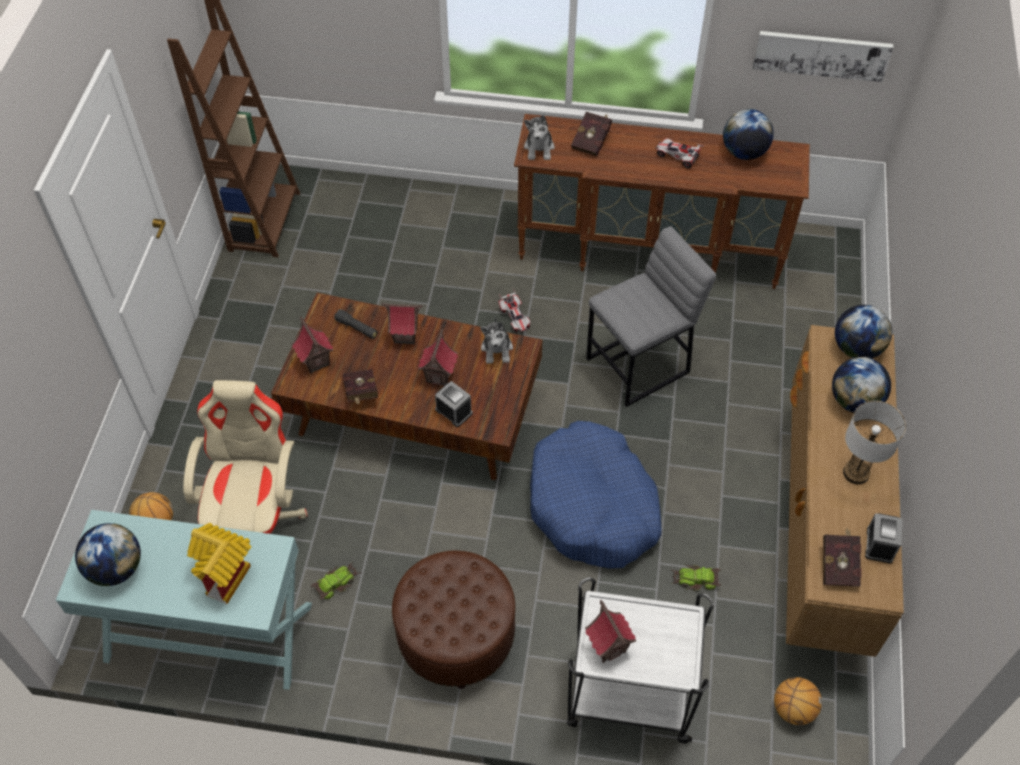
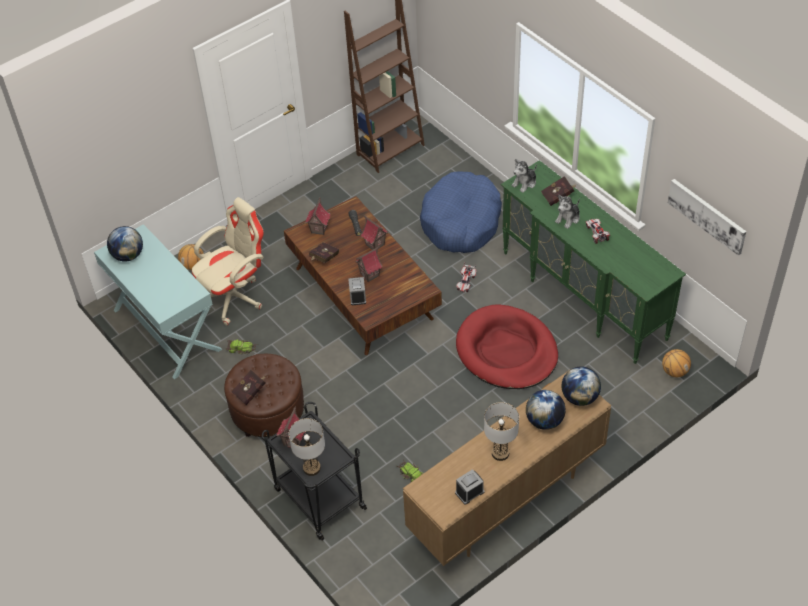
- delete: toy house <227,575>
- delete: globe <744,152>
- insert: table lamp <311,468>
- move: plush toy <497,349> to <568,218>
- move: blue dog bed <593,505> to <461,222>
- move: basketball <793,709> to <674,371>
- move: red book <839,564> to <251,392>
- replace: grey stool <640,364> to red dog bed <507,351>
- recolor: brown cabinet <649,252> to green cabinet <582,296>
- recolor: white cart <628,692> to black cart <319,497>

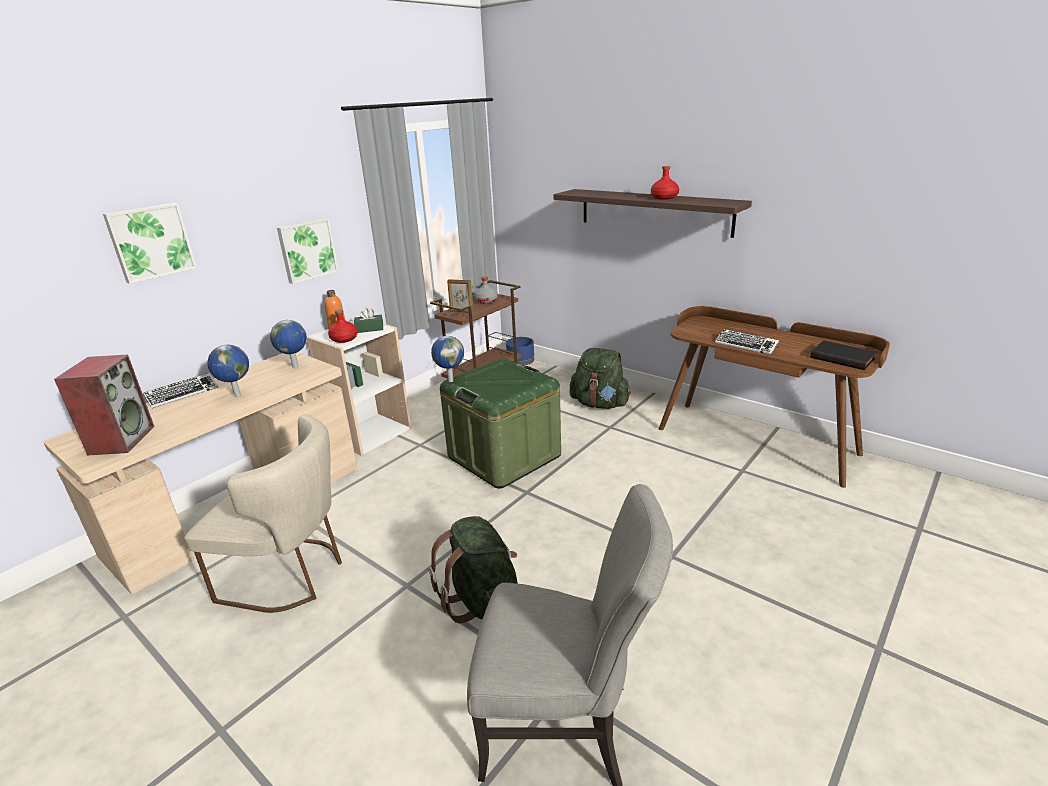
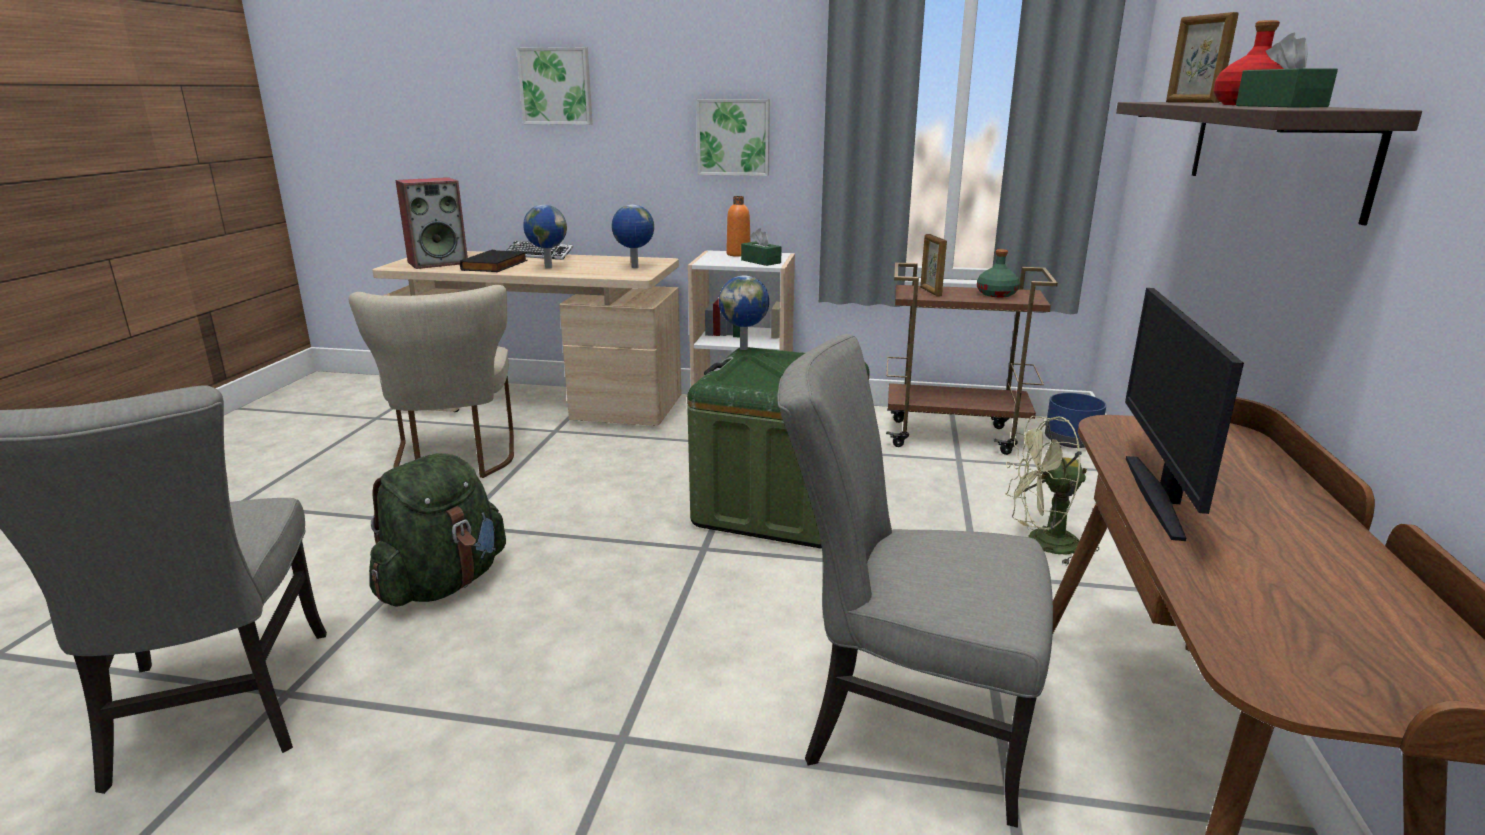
- delete: red bottle <344,339>
- insert: grey chair <901,725>
- insert: picture frame <1191,102>
- insert: green tissue box <1280,106>
- move: black book <843,358> to <496,265>
- replace: green backpack <600,404> to green fan <1042,544>
- replace: keyboard <745,345> to monitor <1159,496>
- recolor: grey bottle <486,301> to green bottle <997,294>

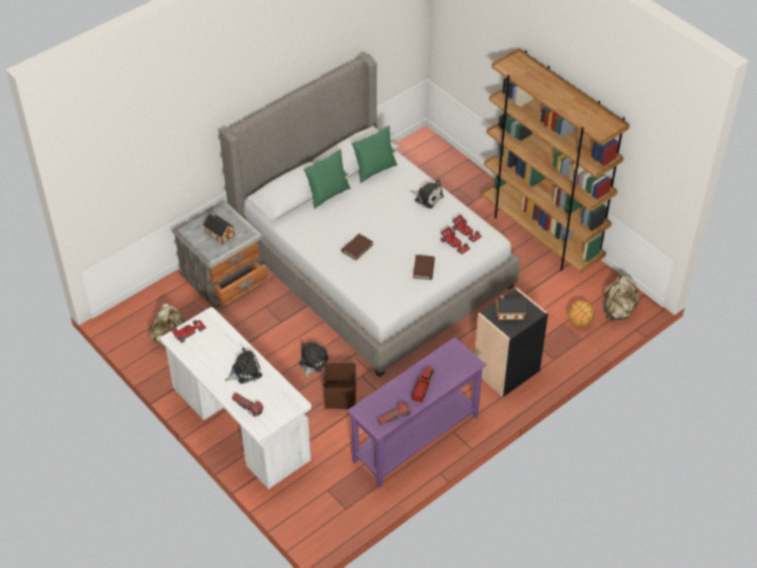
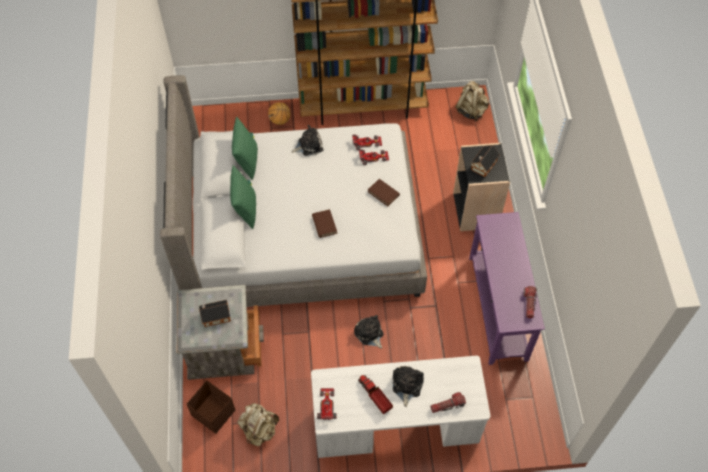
- move: brown storage box <340,396> to <213,413>
- move: toy truck <422,388> to <375,396>
- move: basketball <579,321> to <280,120>

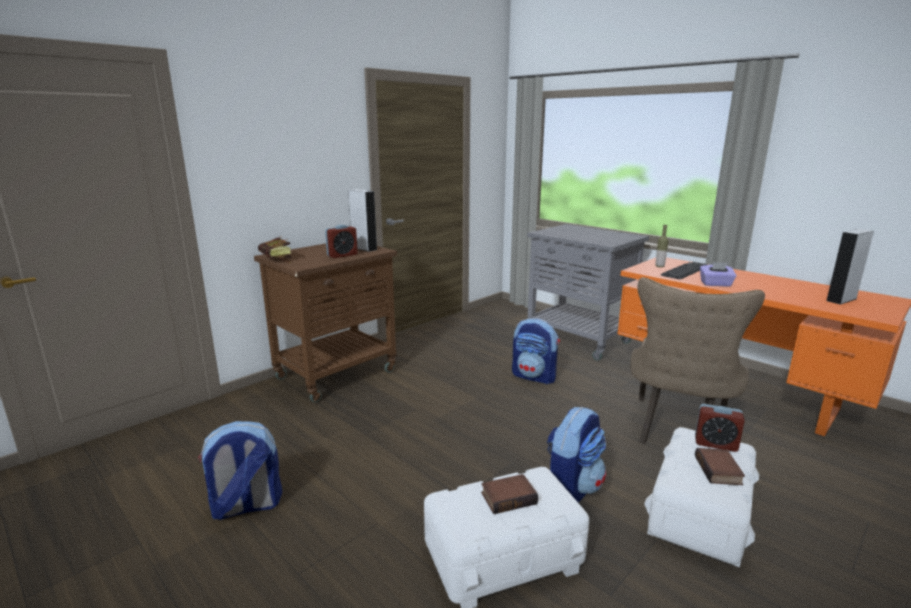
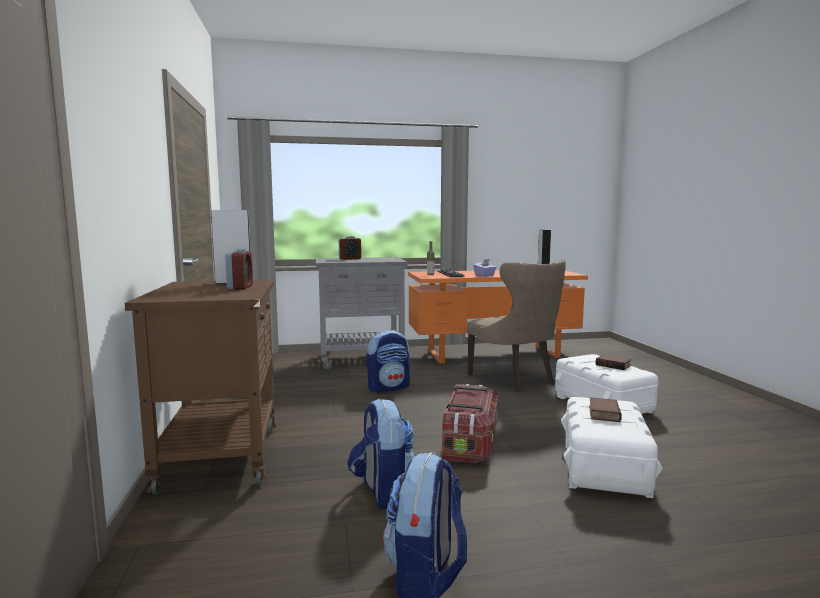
- delete: book <277,260>
- insert: storage box <470,442>
- move: backpack <571,488> to <383,492>
- move: alarm clock <715,444> to <350,259>

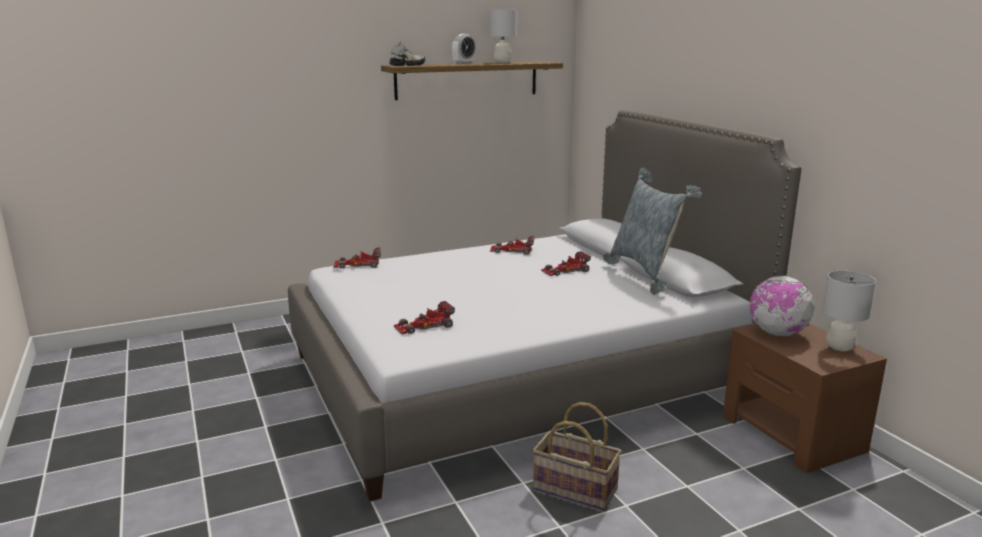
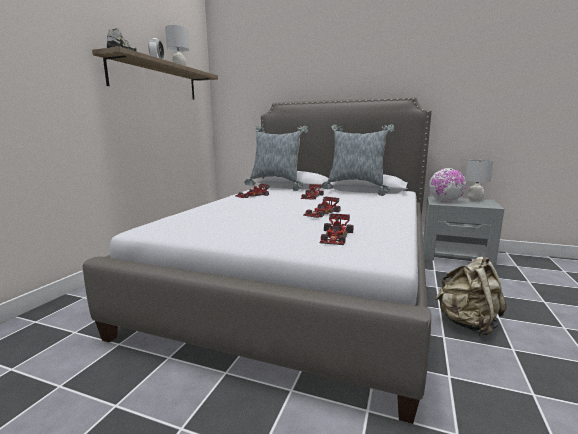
- insert: pillow <277,188>
- move: toy car <358,264> to <322,213>
- replace: basket <574,489> to beige backpack <467,324>
- recolor: brown nightstand <793,434> to grey nightstand <456,255>

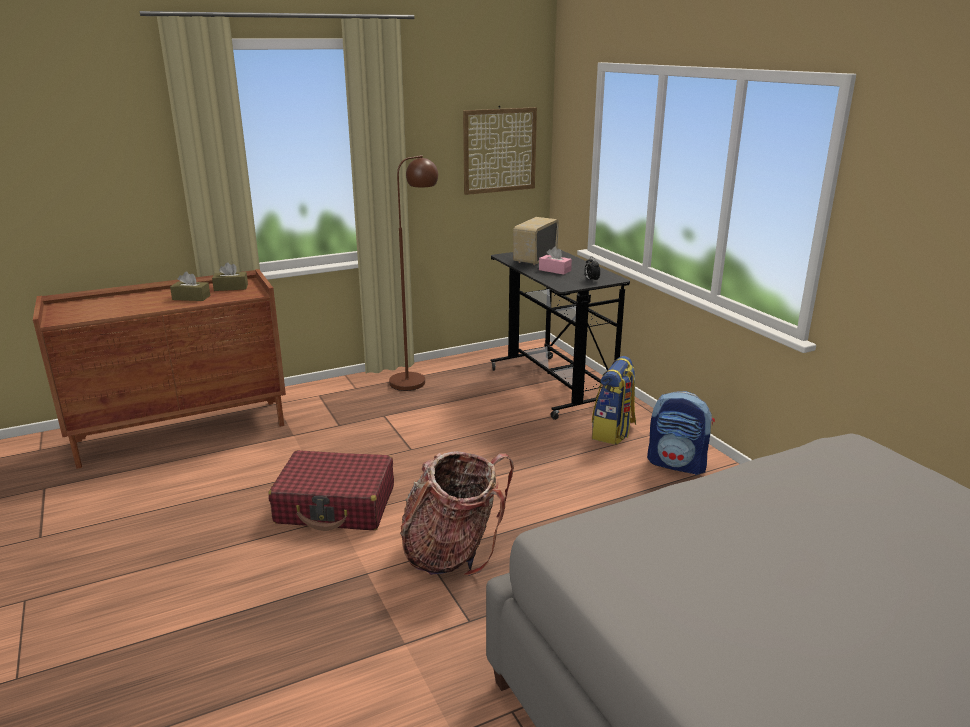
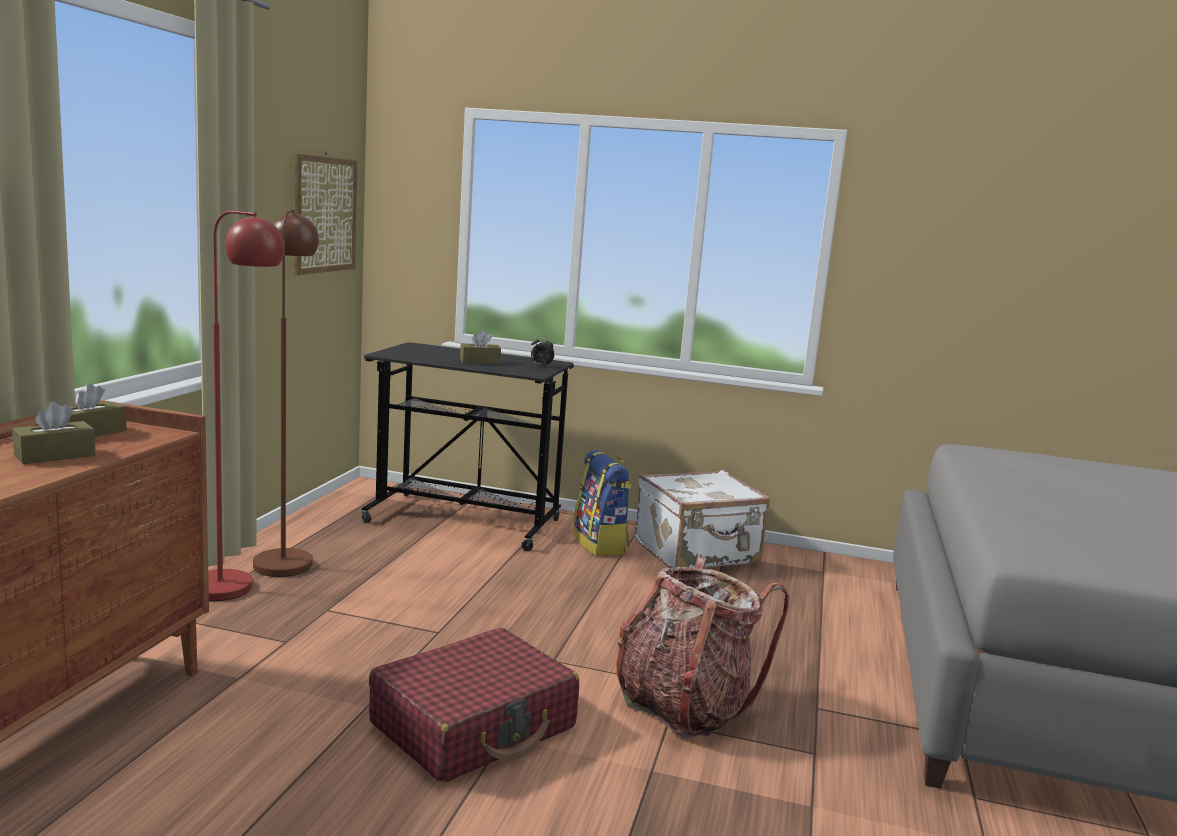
- delete: radio <534,259>
- insert: red floor lamp <234,593>
- replace: backpack <677,464> to white suitcase <698,553>
- recolor: pink tissue box <554,270> to brown tissue box <480,362>

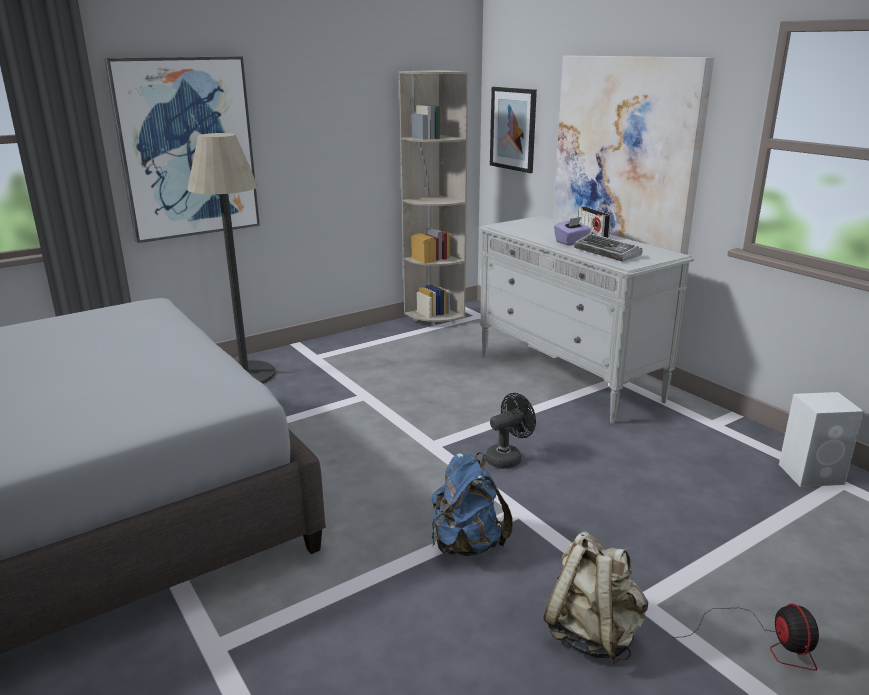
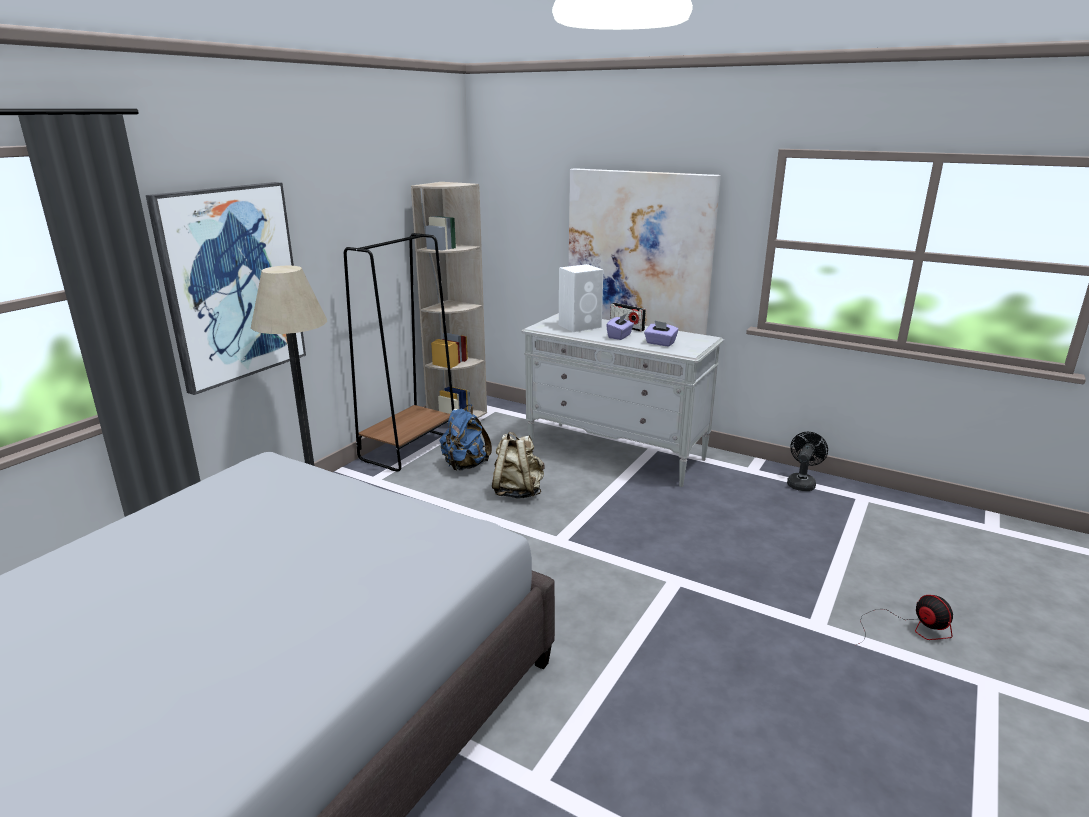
- delete: picture <513,129>
- insert: clothes rack <409,449>
- move: blue backpack <466,544> to <465,465>
- move: black fan <508,457> to <802,483>
- move: beige backpack <592,634> to <517,491>
- move: white speaker <812,474> to <580,326>
- replace: keyboard <607,253> to purple tissue box <660,343>

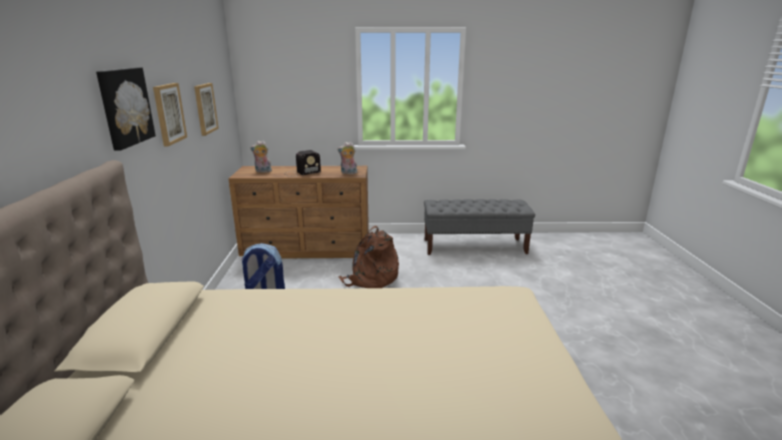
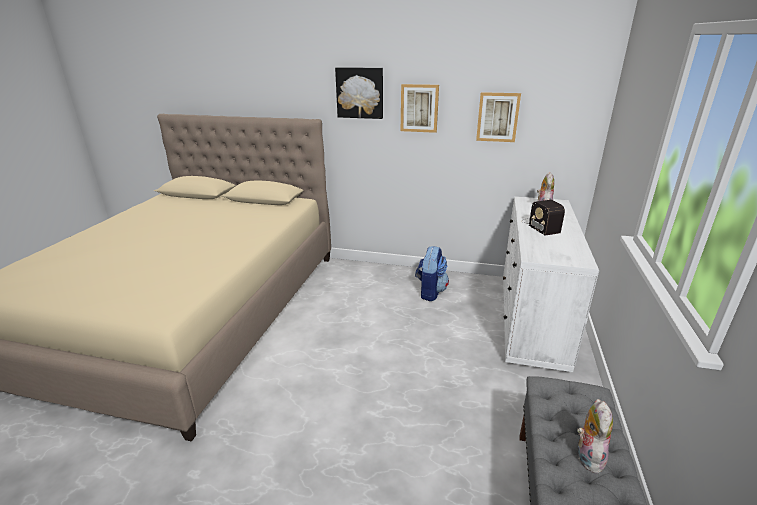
- delete: brown backpack <371,279>
- move: plush toy <348,173> to <587,455>
- recolor: brown dresser <308,249> to white dresser <531,319>

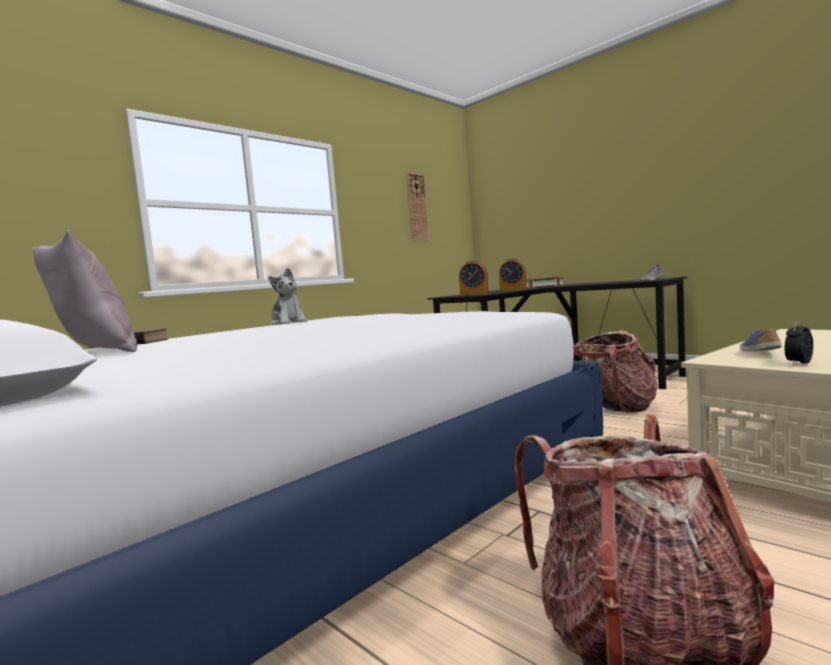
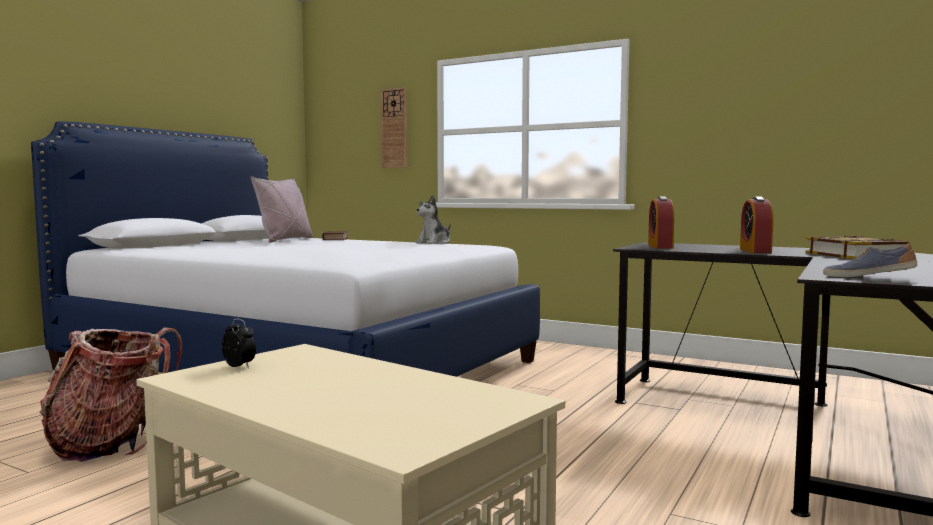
- delete: backpack <614,408>
- delete: shoe <760,353>
- move: wall clock <417,207> to <394,128>

